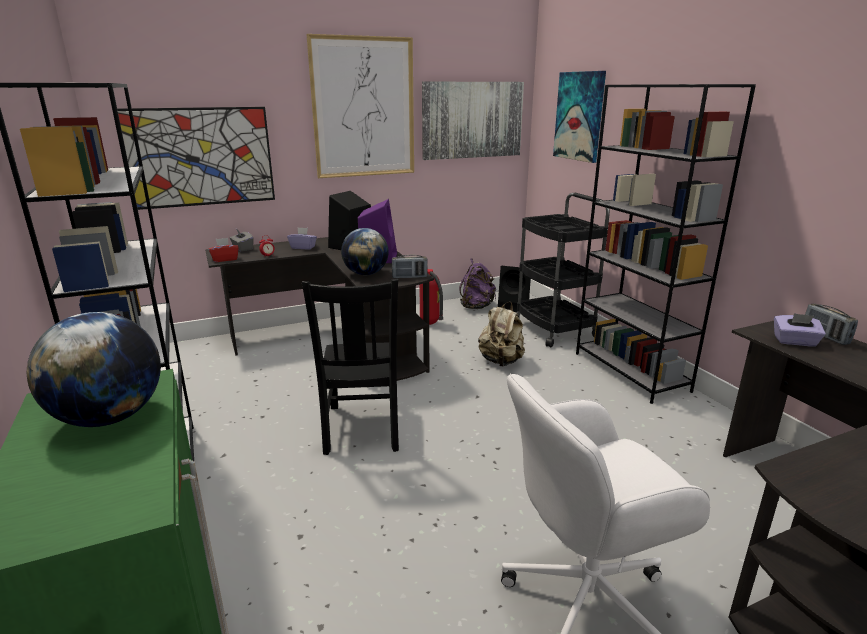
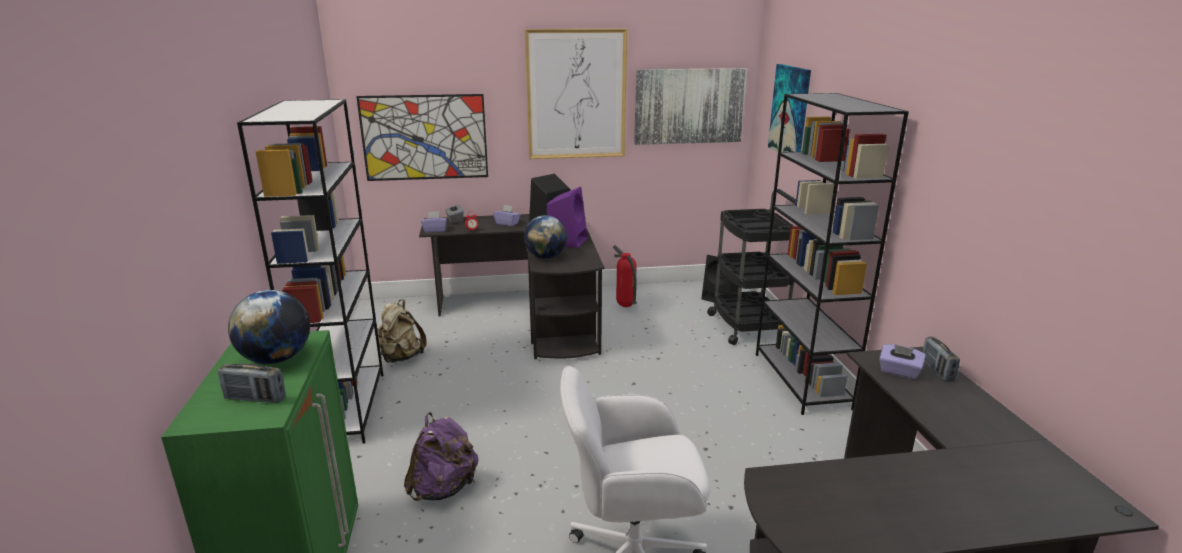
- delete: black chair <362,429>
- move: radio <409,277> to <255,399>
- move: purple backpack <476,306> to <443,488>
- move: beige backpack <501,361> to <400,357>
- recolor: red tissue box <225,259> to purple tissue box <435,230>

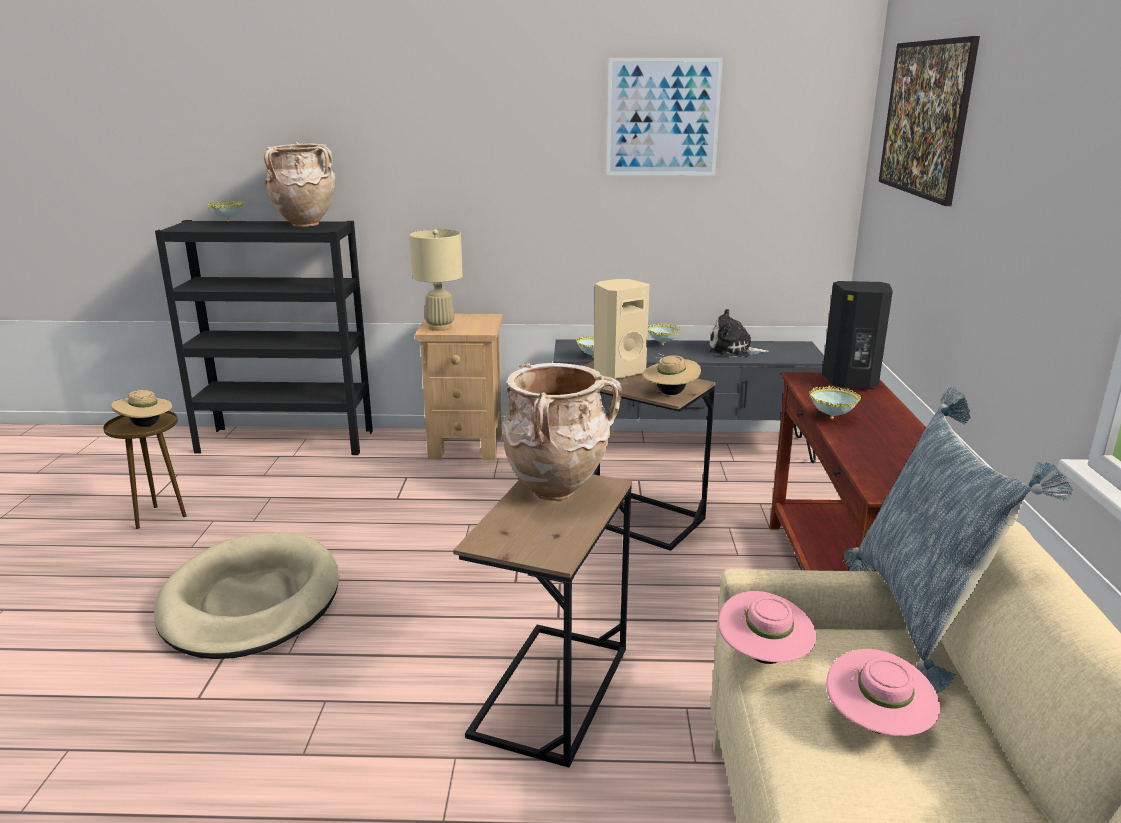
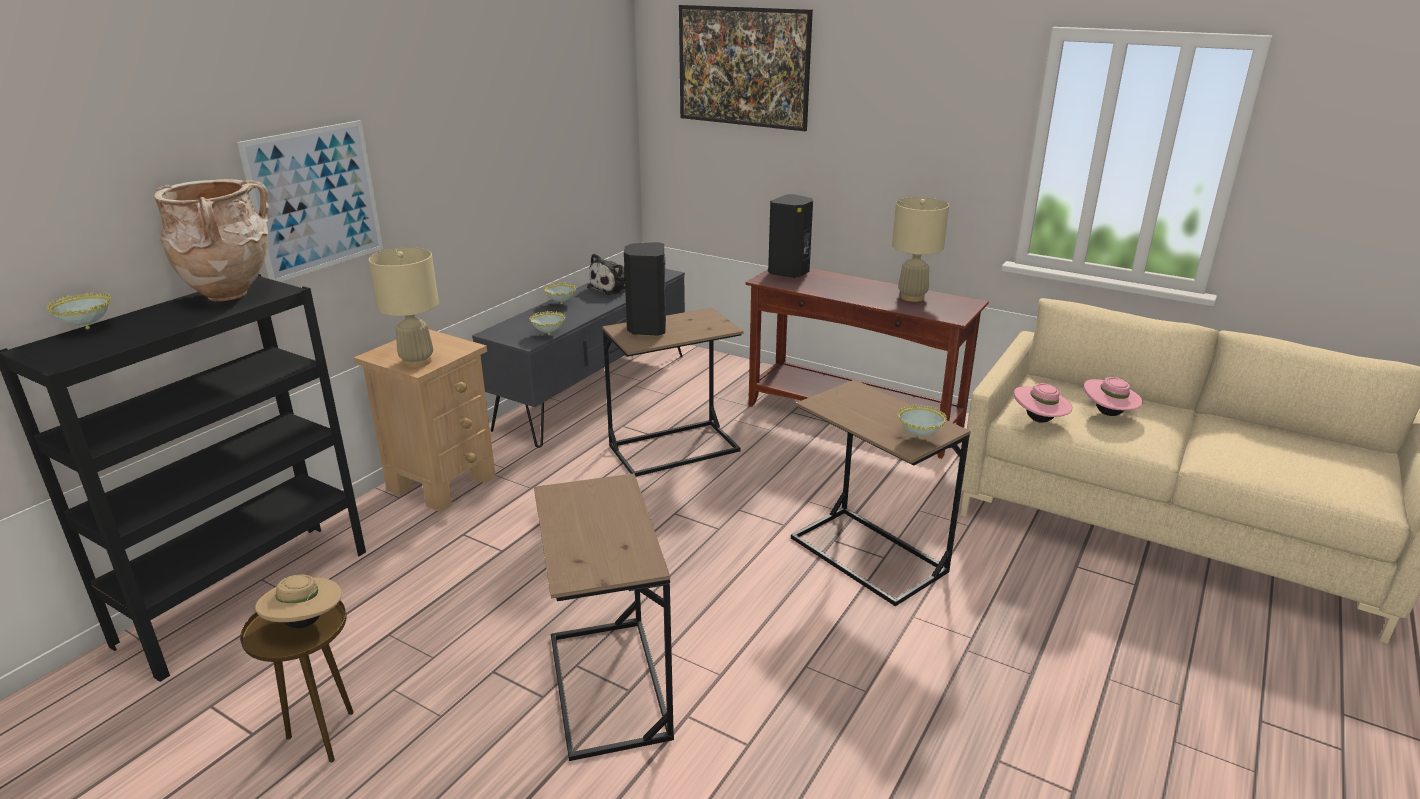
- delete: beige vase <557,493>
- delete: beige hat <670,393>
- delete: pillow <922,629>
- insert: beige table lamp <912,297>
- move: picture <662,117> to <315,200>
- move: bowl <831,419> to <919,438>
- replace: beige dog bed <250,601> to brown side table <609,685>
- recolor: beige speaker <618,372> to black speaker <646,328>

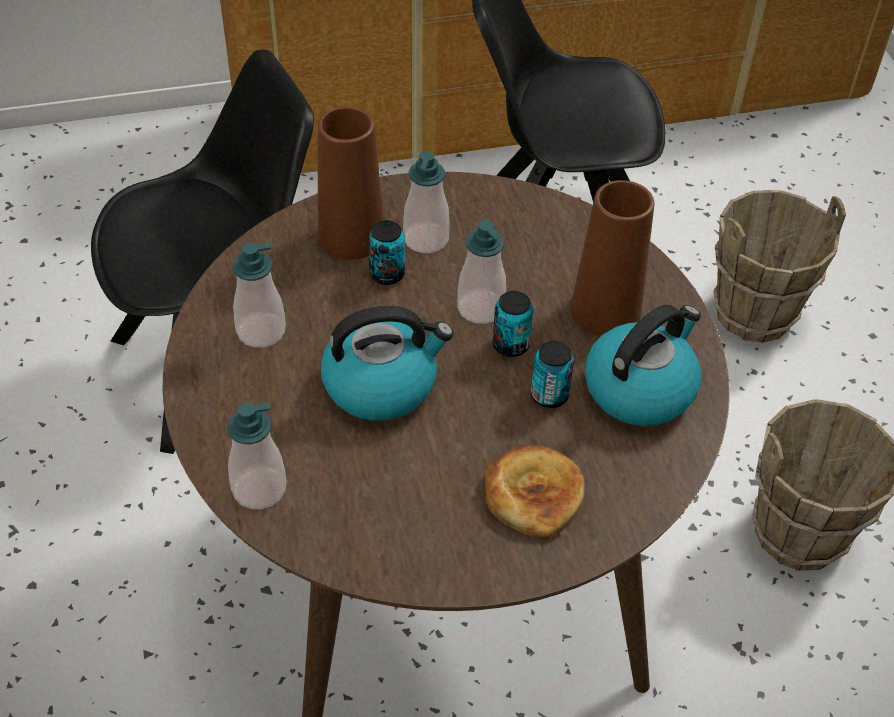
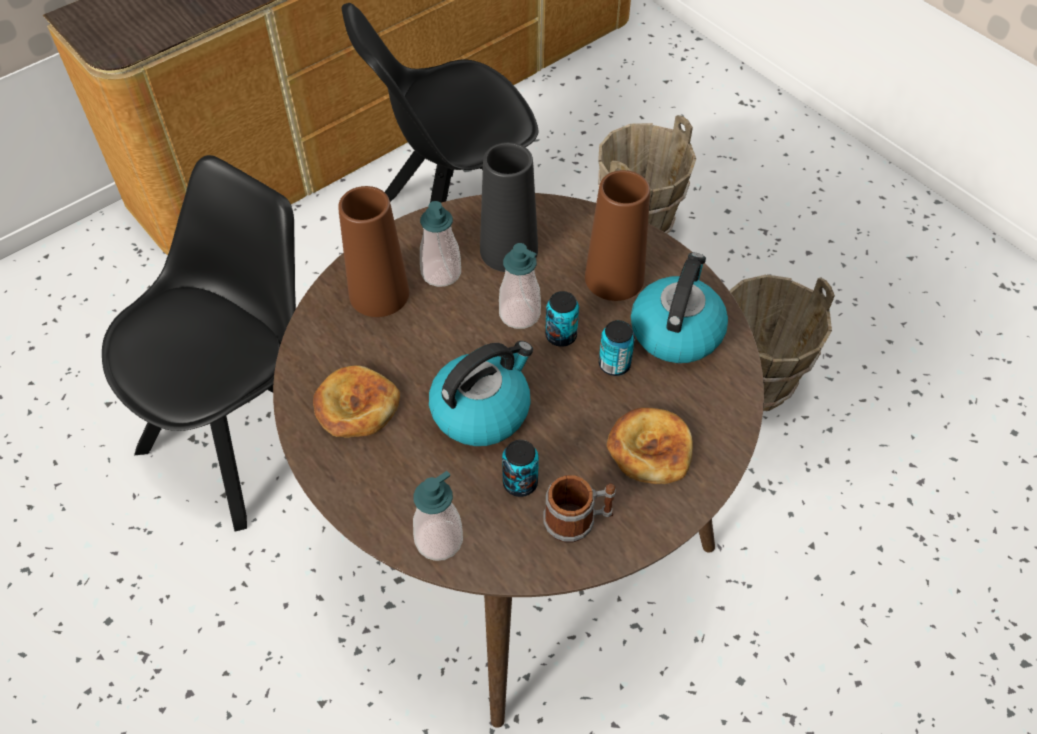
- insert: black vase <509,250>
- insert: mug <578,521>
- move: can <387,274> to <520,483>
- replace: soap dispenser <261,331> to bread <356,406>

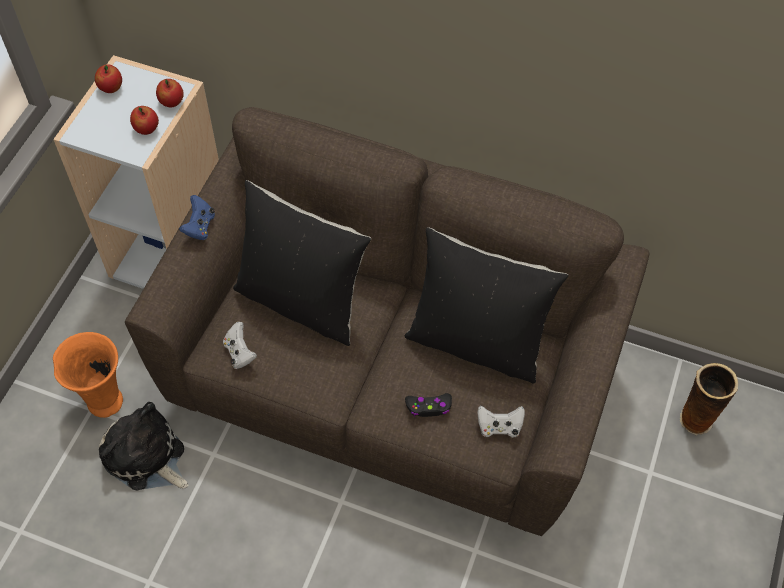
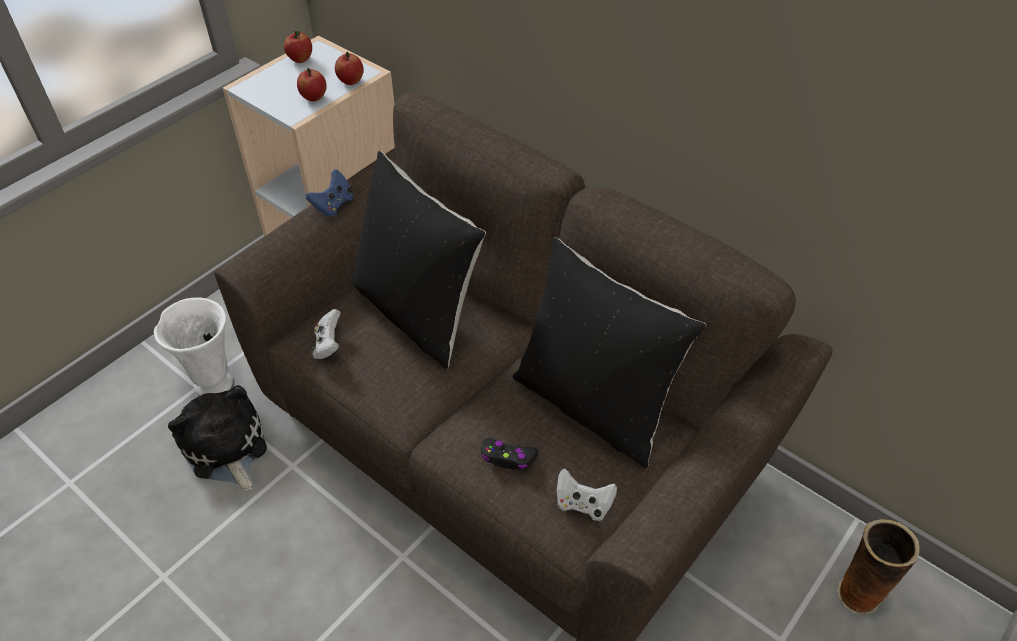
- recolor: orange vase <104,400> to white vase <214,382>

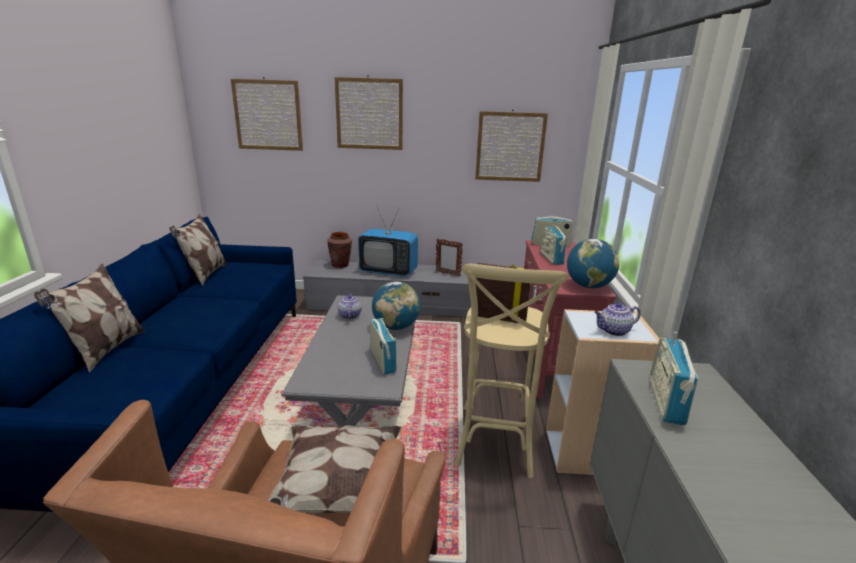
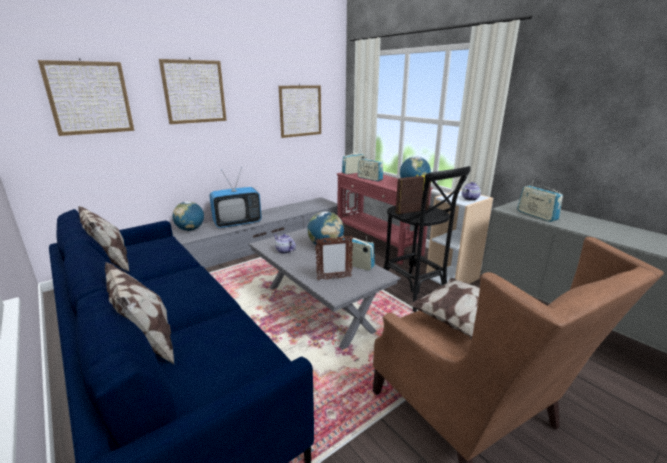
- move: picture frame <447,274> to <334,278>
- replace: brown vase <340,265> to globe <190,229>
- recolor: beige stool <494,443> to black stool <414,293>

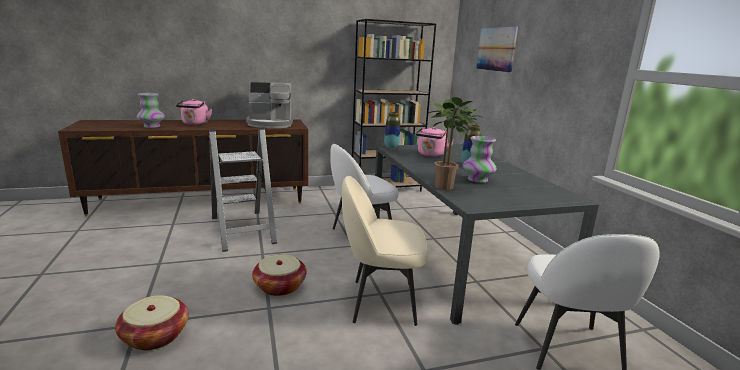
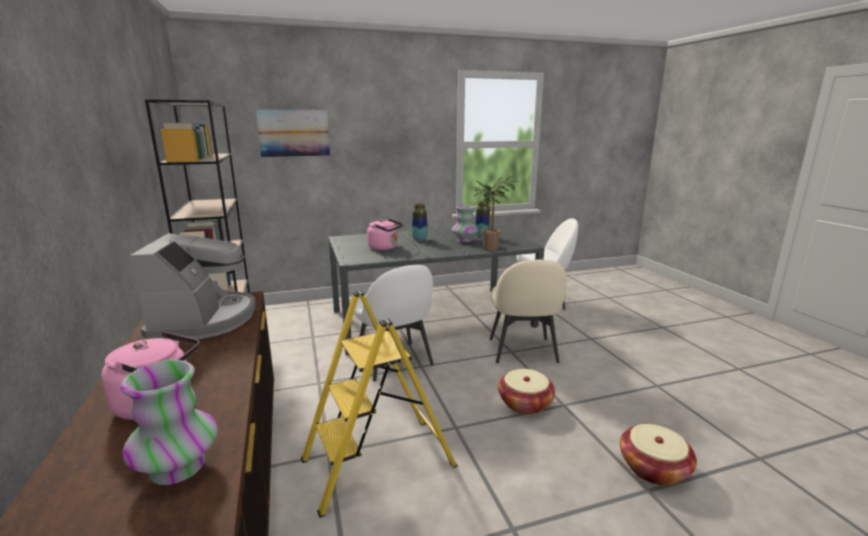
- move: vase <391,147> to <482,236>
- recolor: grey step ladder <242,230> to yellow step ladder <380,461>

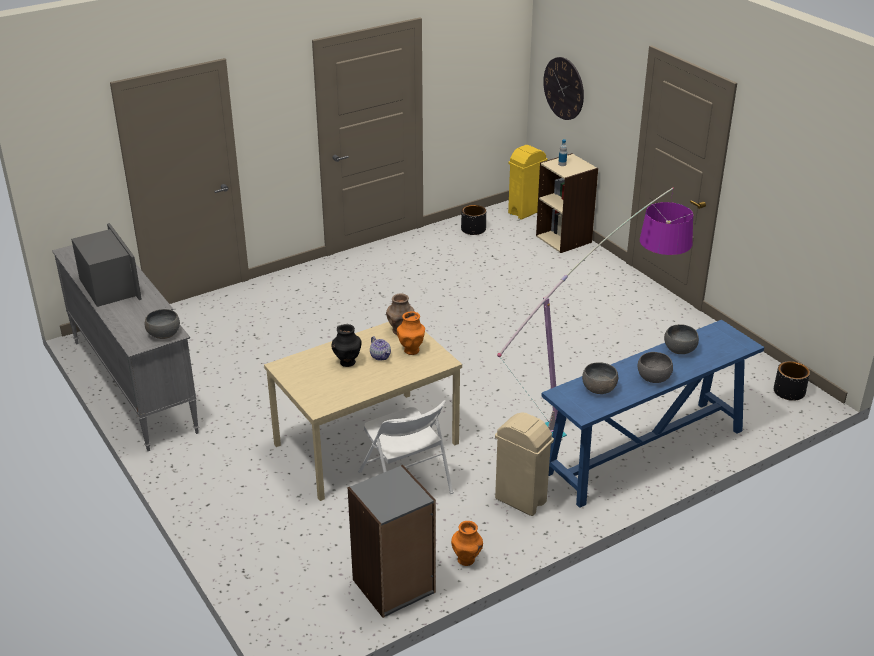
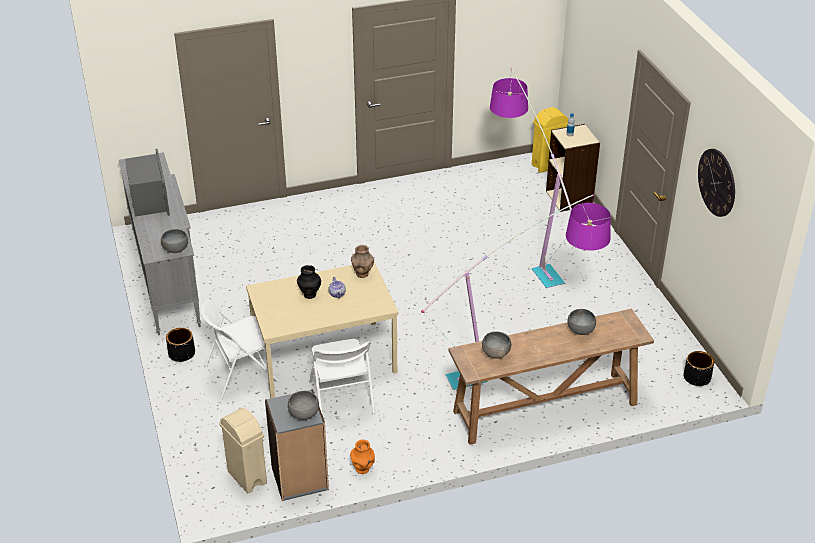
- delete: orange vase <411,350>
- insert: white chair <241,373>
- insert: floor lamp <522,242>
- move: black planter <473,229> to <182,353>
- move: beige trash can <521,501> to <247,478>
- move: wall clock <564,88> to <717,182>
- move: grey bowl <654,377> to <304,413>
- recolor: blue console table <644,452> to brown console table <544,408>

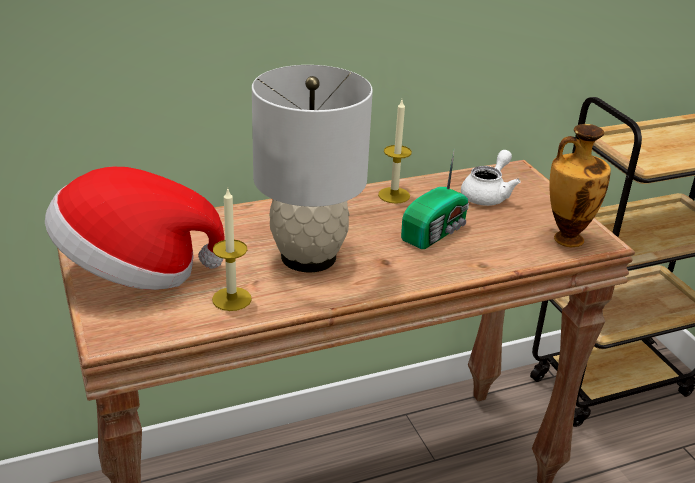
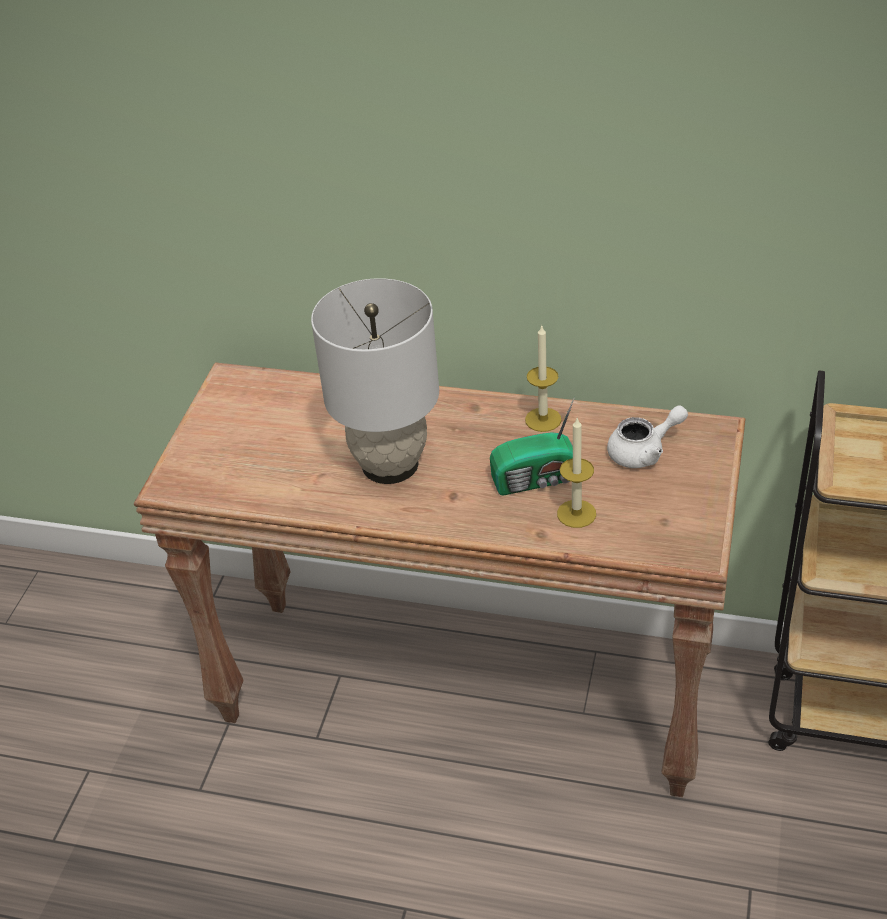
- delete: hat <134,271>
- delete: vase <566,238>
- move: candle <231,299> to <576,513>

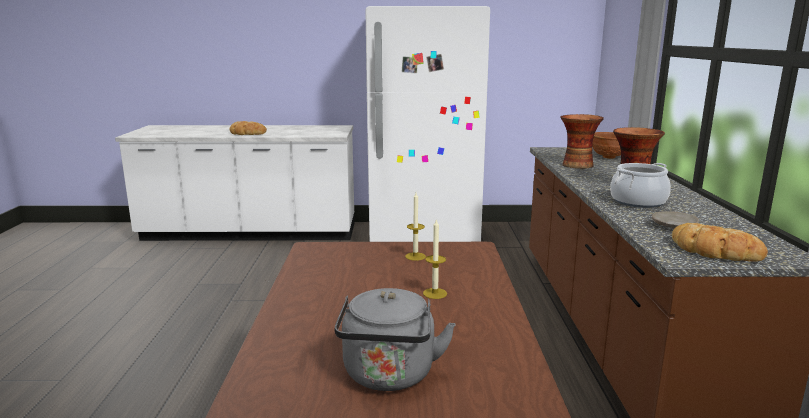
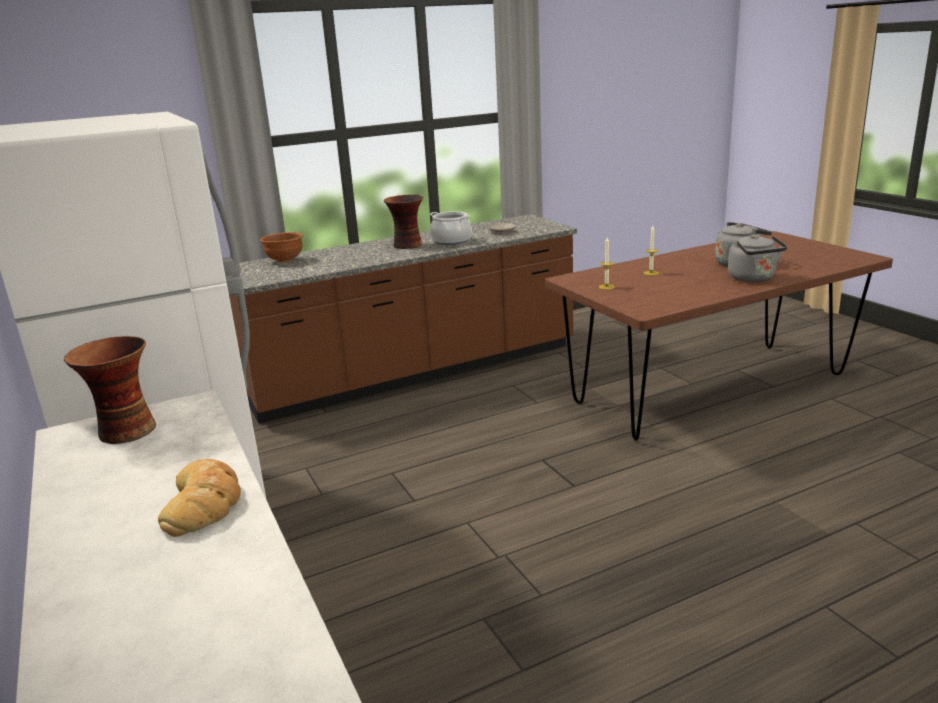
- delete: bread <715,251>
- insert: grey kettle <753,279>
- move: vase <577,165> to <125,431>

